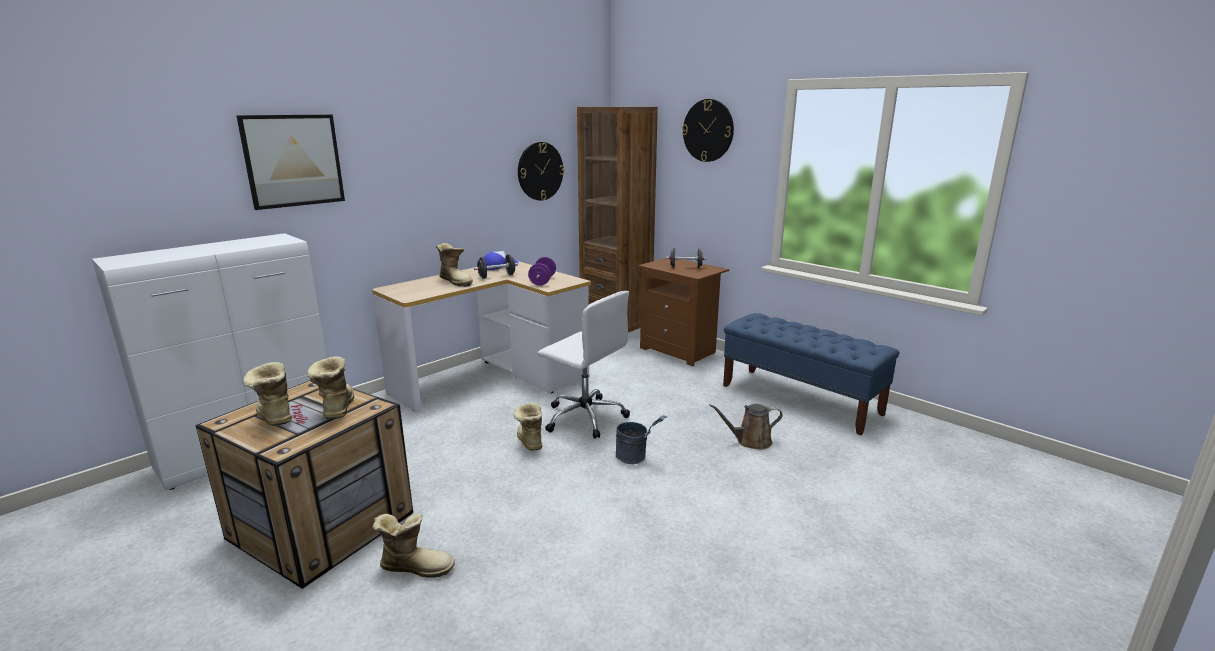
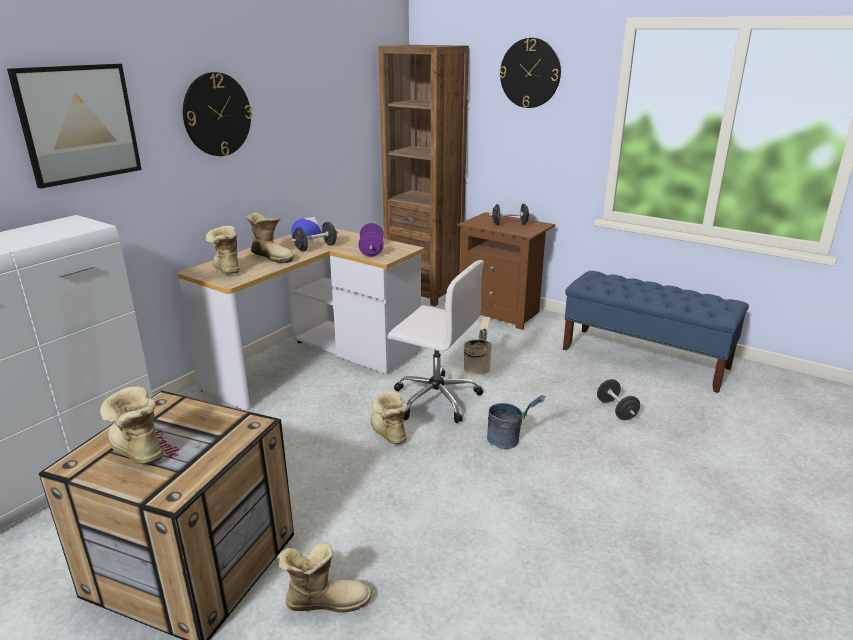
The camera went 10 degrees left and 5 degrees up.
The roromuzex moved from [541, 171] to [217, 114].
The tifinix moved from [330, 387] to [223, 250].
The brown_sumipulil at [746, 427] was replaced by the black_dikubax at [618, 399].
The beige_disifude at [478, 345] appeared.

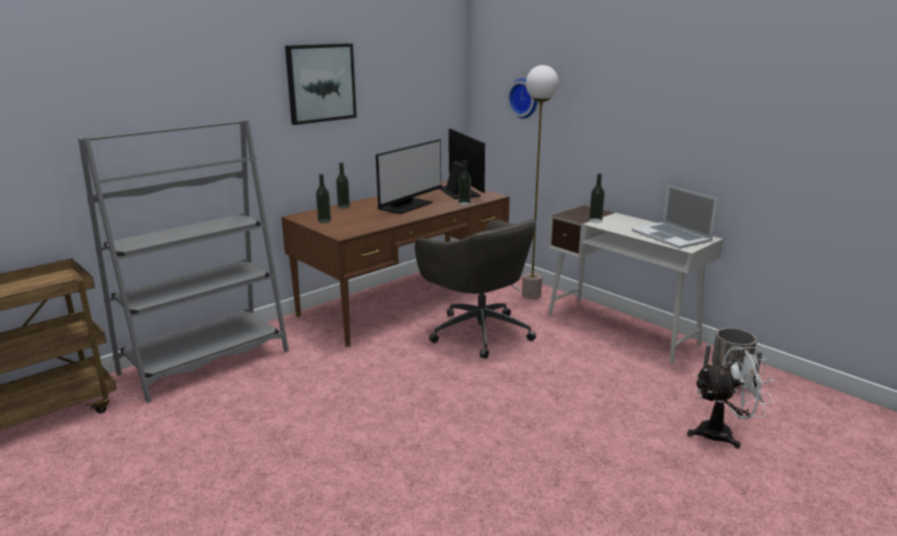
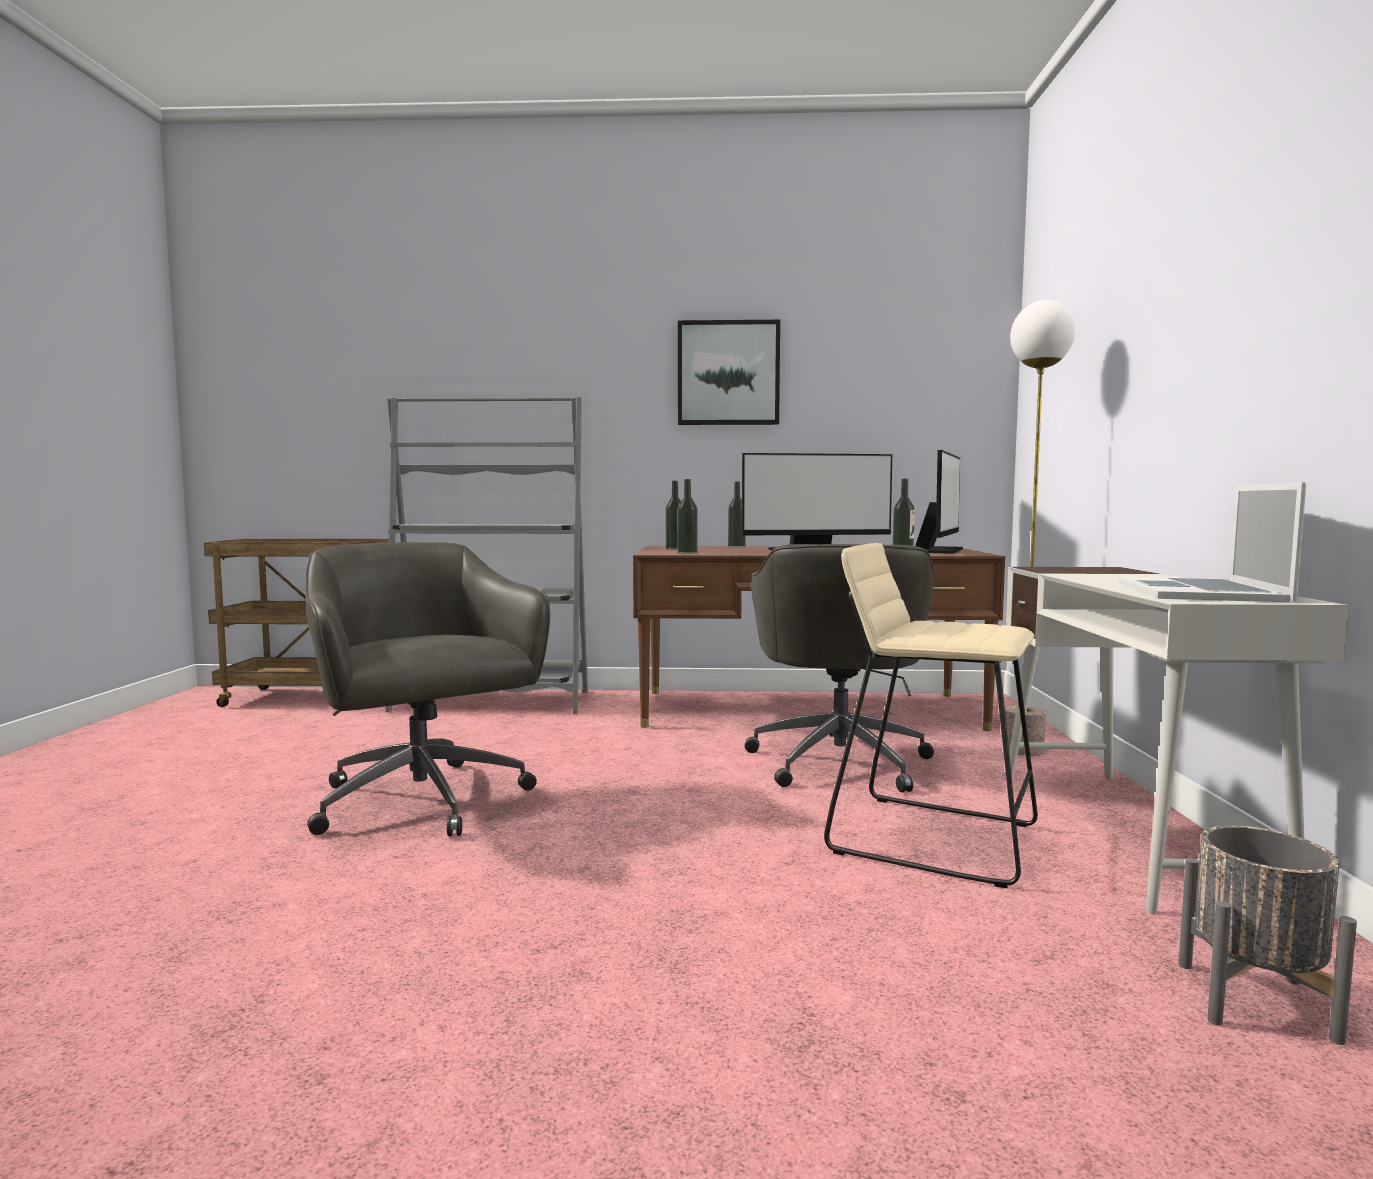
The camera went 45 degrees right and 15 degrees down.
The roromuzex at [522, 99] disappeared.
The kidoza moved from [597, 197] to [687, 516].
The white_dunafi at [731, 397] disappeared.
The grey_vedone at [427, 689] appeared.
The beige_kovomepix at [931, 715] appeared.

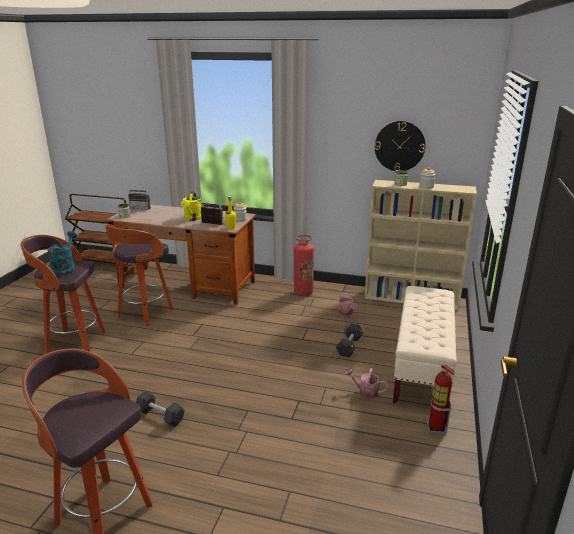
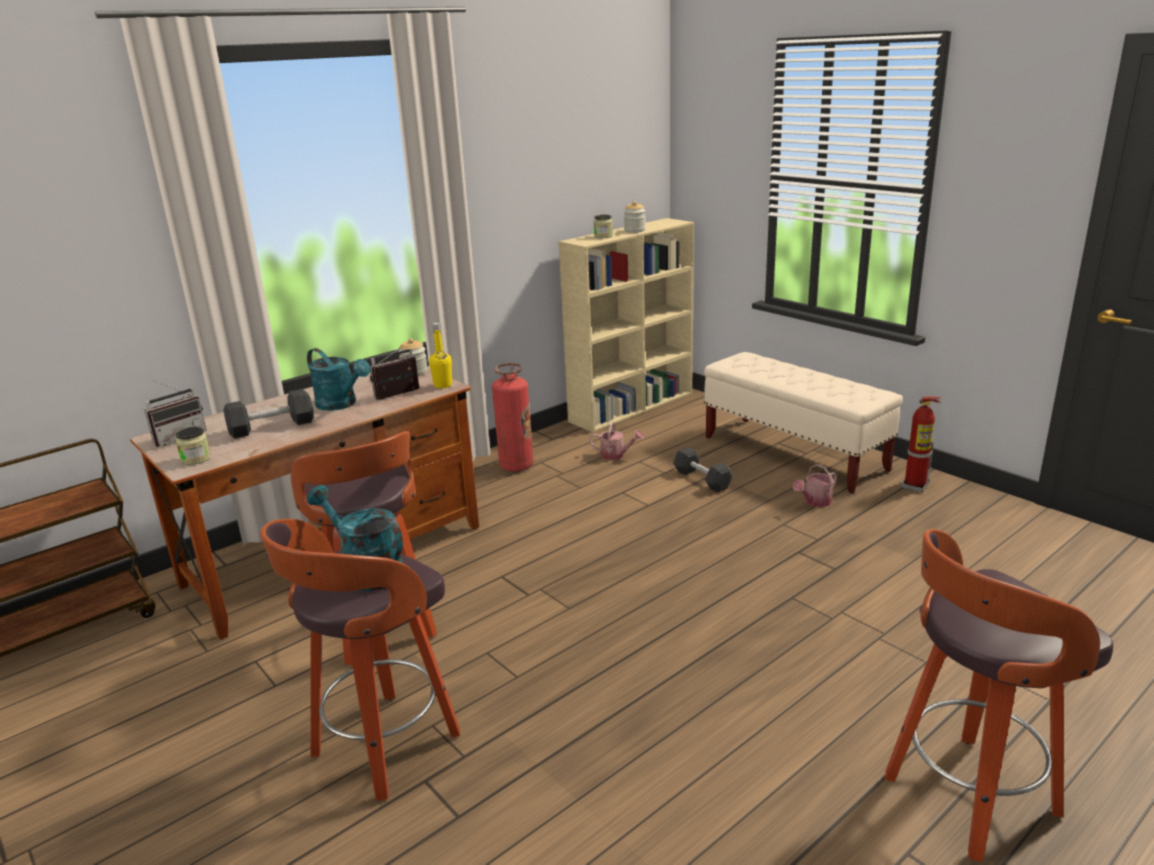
The camera went 55 degrees left and 0 degrees up.
The roromuzex at [400, 146] disappeared.
The yellow_sumipulil at [191, 206] became the turquoise_sumipulil at [338, 379].
The black_dikubax moved from [160, 409] to [268, 414].

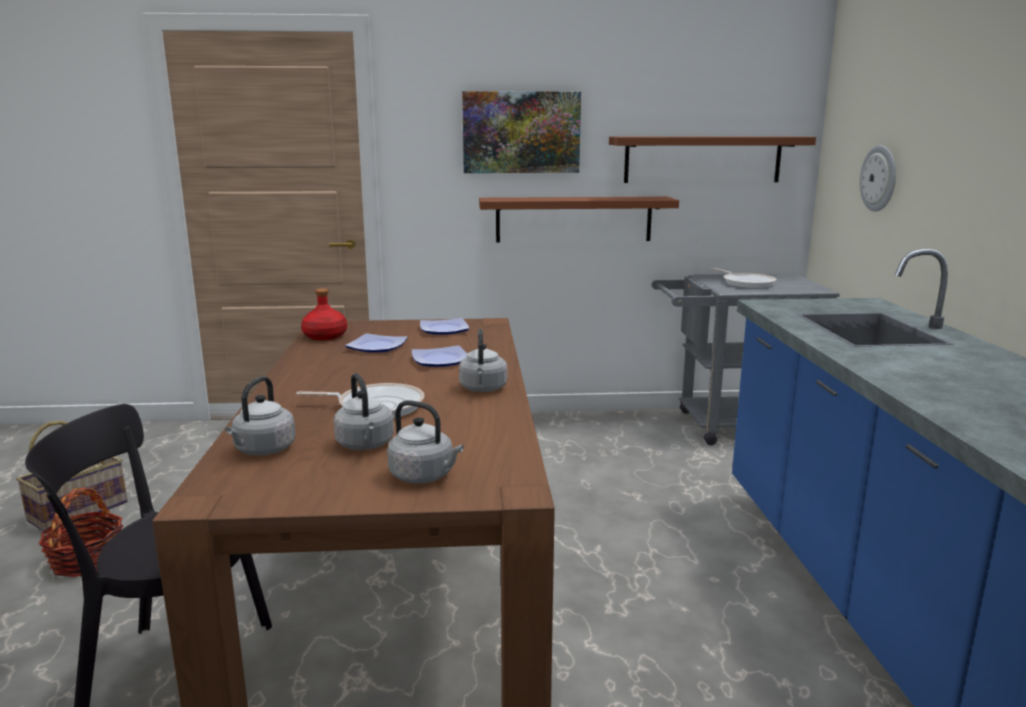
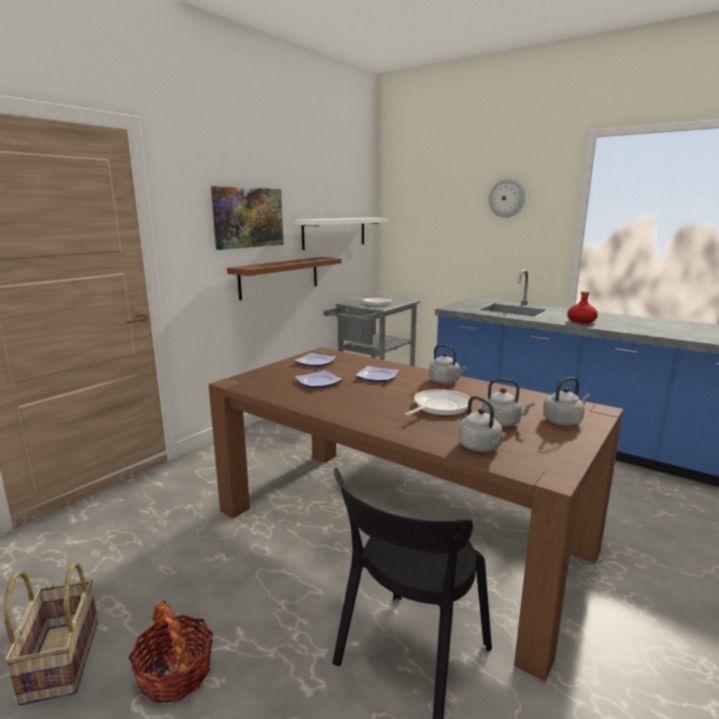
The camera went 50 degrees left and 0 degrees up.
The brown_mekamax at [712, 159] became the white_mekamax at [341, 234].
The roromuzex moved from [878, 178] to [507, 198].
The red_kidoza moved from [324, 314] to [582, 307].

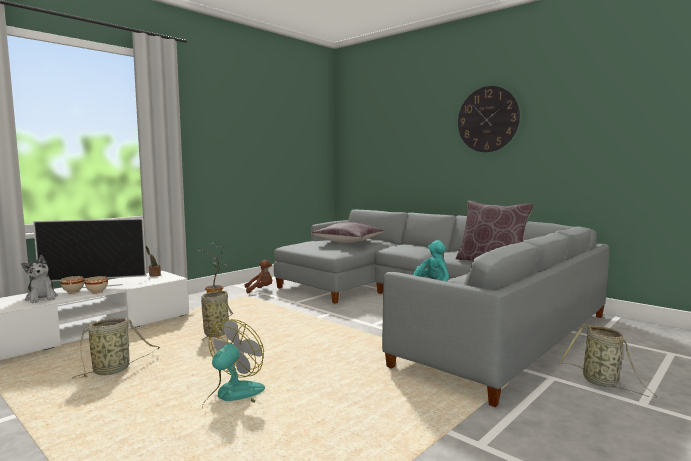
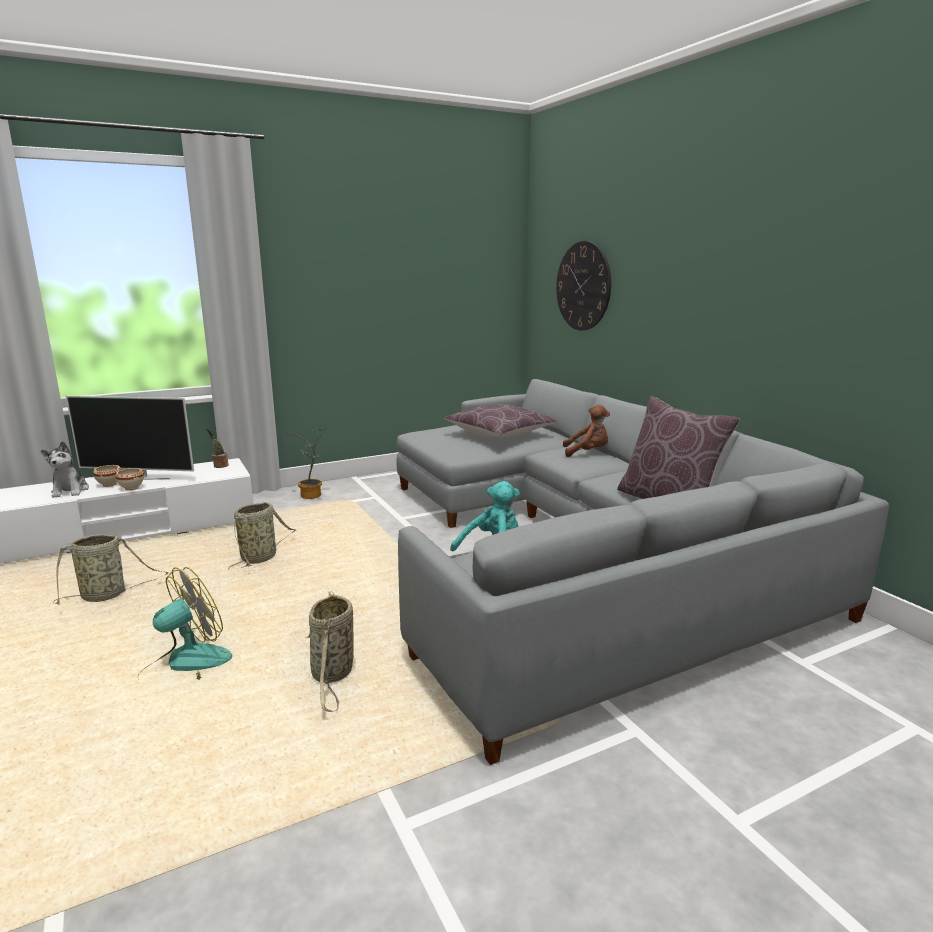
The camera went 20 degrees right and 10 degrees up.
The roromuzex moved from [489, 119] to [583, 286].
The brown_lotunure moved from [258, 277] to [586, 431].
The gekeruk moved from [608, 360] to [330, 652].

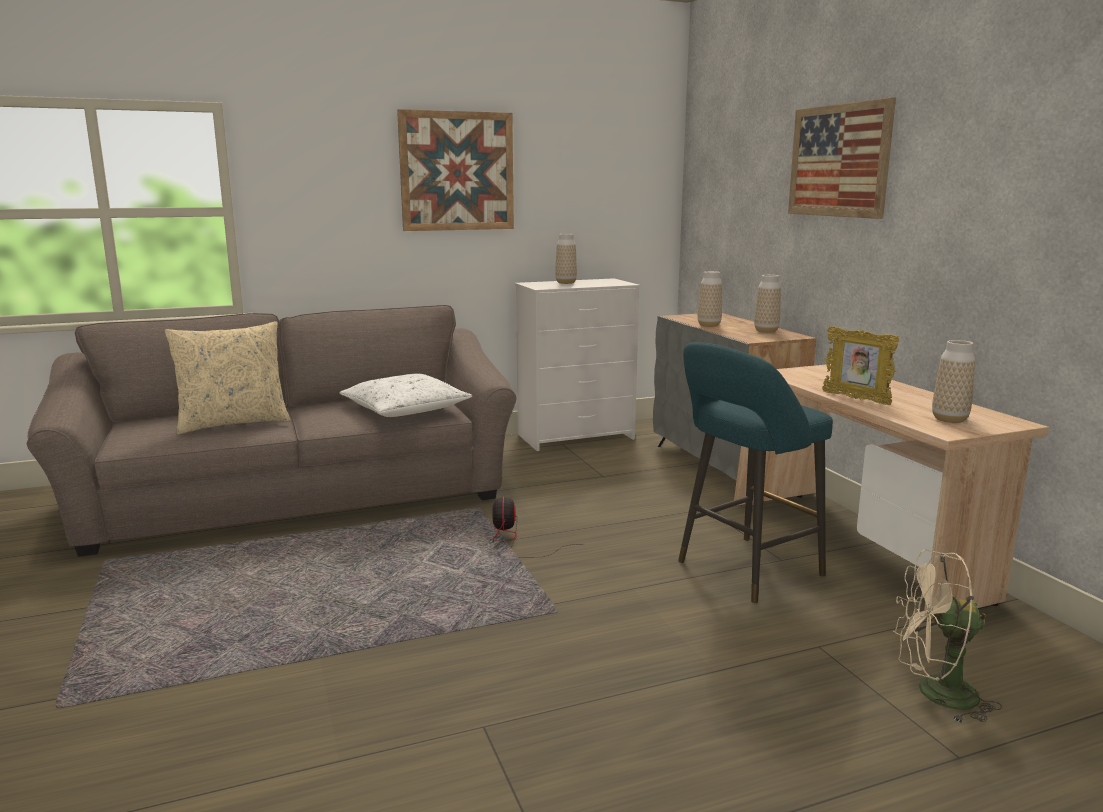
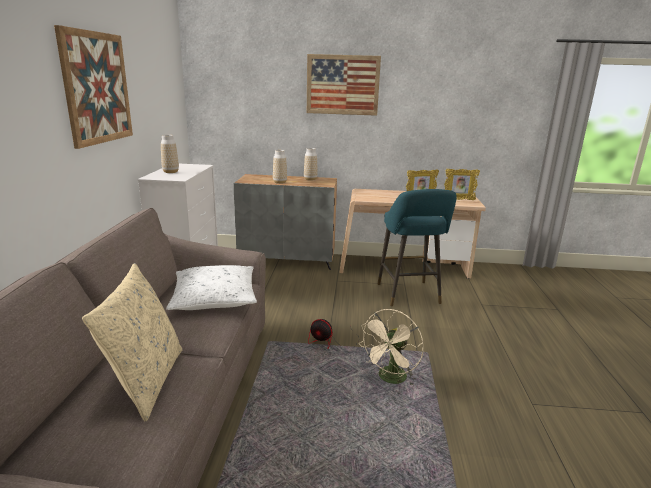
The camera went 65 degrees left and 5 degrees up.
The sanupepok at [953, 381] was replaced by the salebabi at [462, 184].
The beige_dunafi moved from [947, 636] to [391, 347].

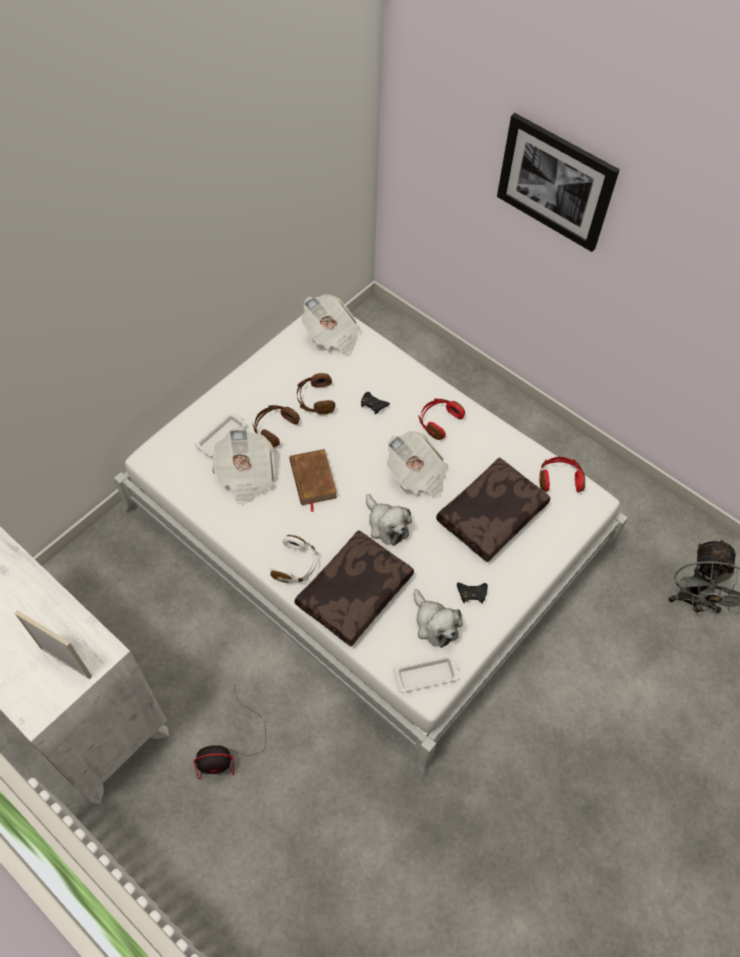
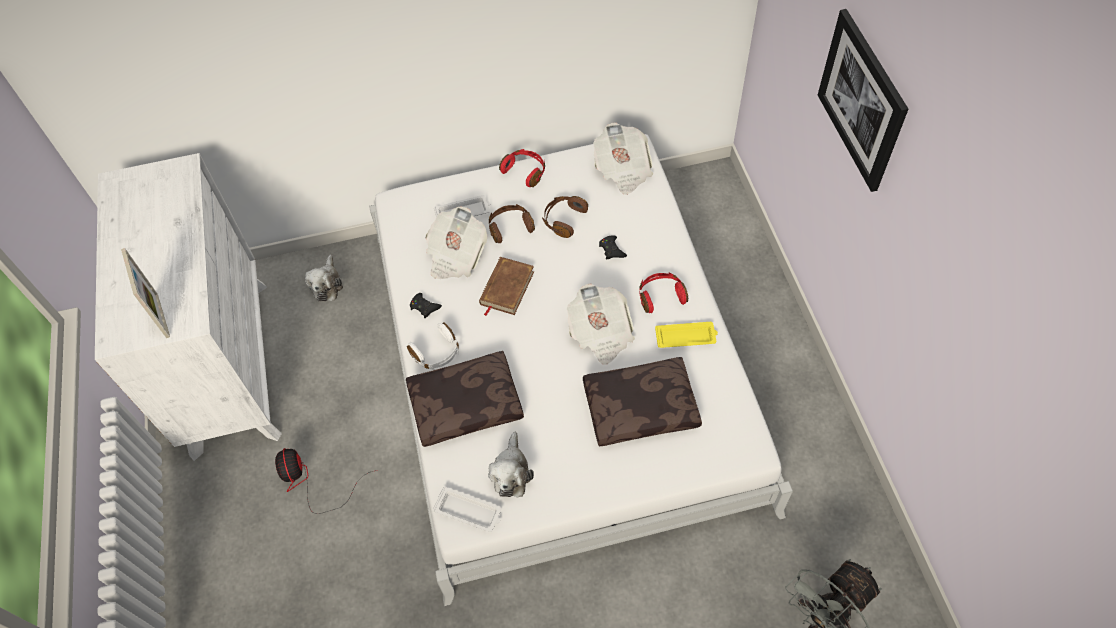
The camera went 40 degrees right and 0 degrees up.
The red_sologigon moved from [562, 475] to [522, 168].
The lotunure moved from [389, 520] to [324, 277].
The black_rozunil moved from [472, 592] to [426, 305].
The dunafi at [230, 736] turned 45 degrees clockwise.
The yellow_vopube at [686, 335] appeared.

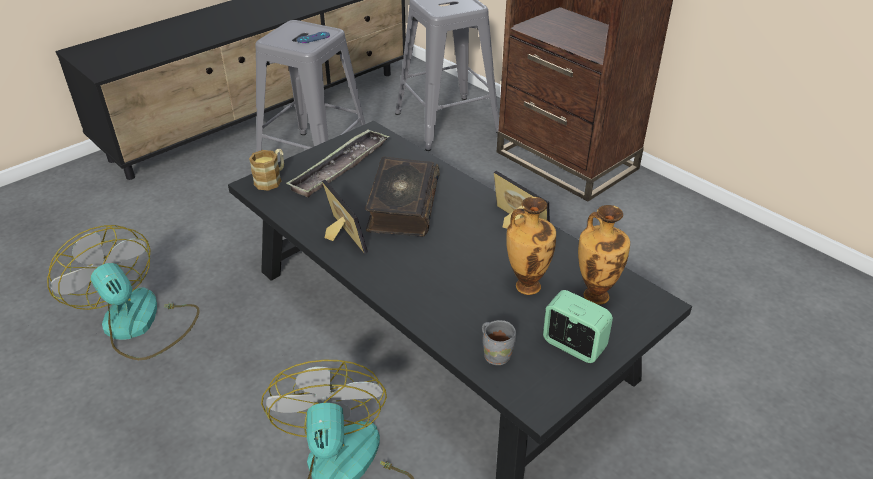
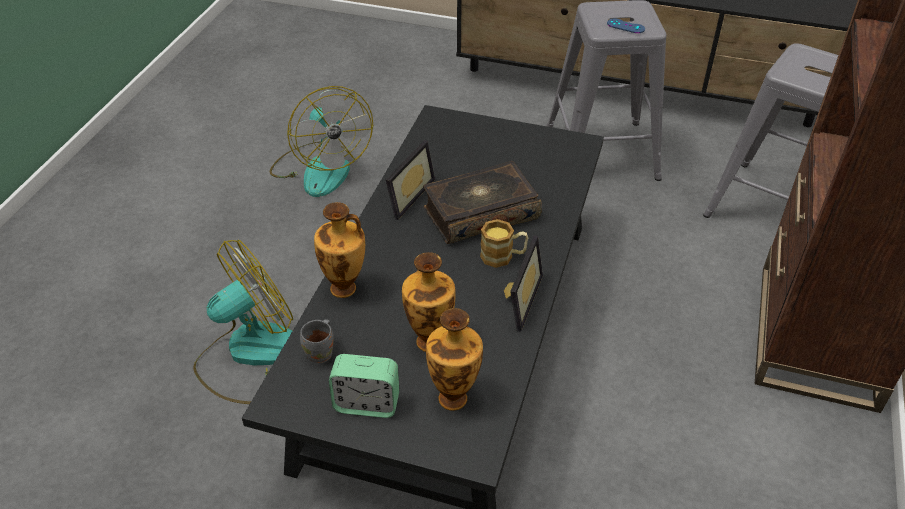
The camera went 60 degrees right and 5 degrees up.
The vopube at [337, 163] disappeared.
The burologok moved from [266, 170] to [504, 243].
The dunafi at [123, 292] turned 135 degrees clockwise.
The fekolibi at [578, 326] turned 90 degrees clockwise.
The sanupepok at [339, 250] appeared.

